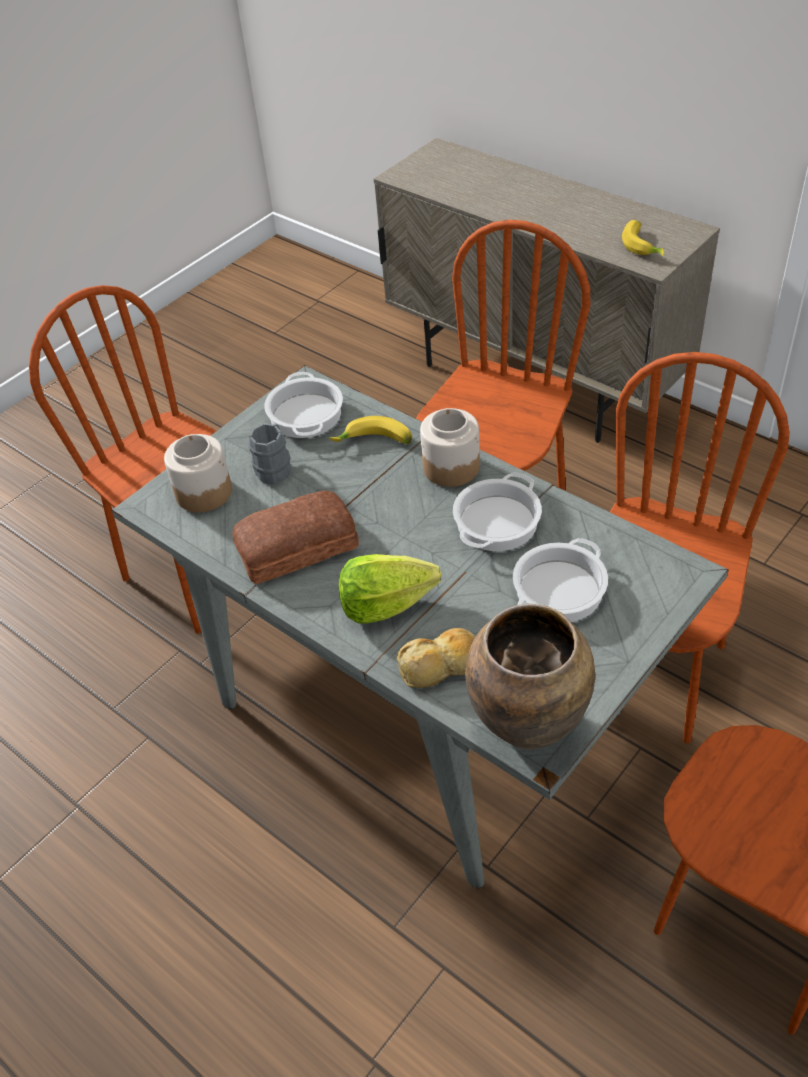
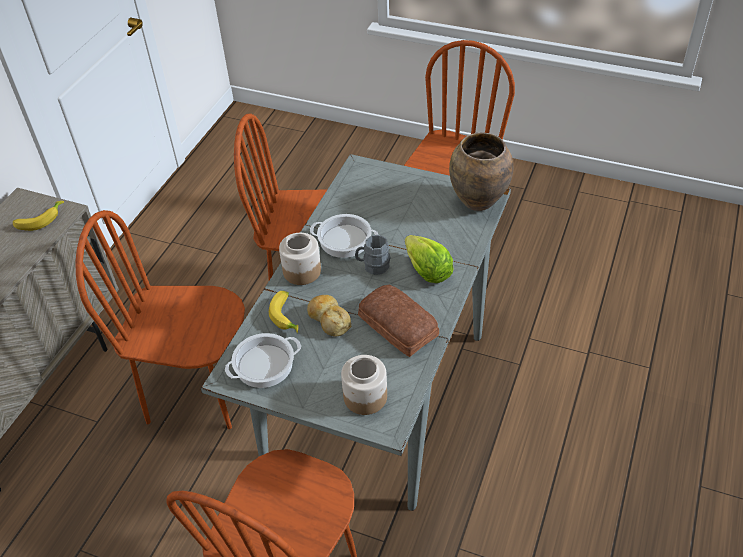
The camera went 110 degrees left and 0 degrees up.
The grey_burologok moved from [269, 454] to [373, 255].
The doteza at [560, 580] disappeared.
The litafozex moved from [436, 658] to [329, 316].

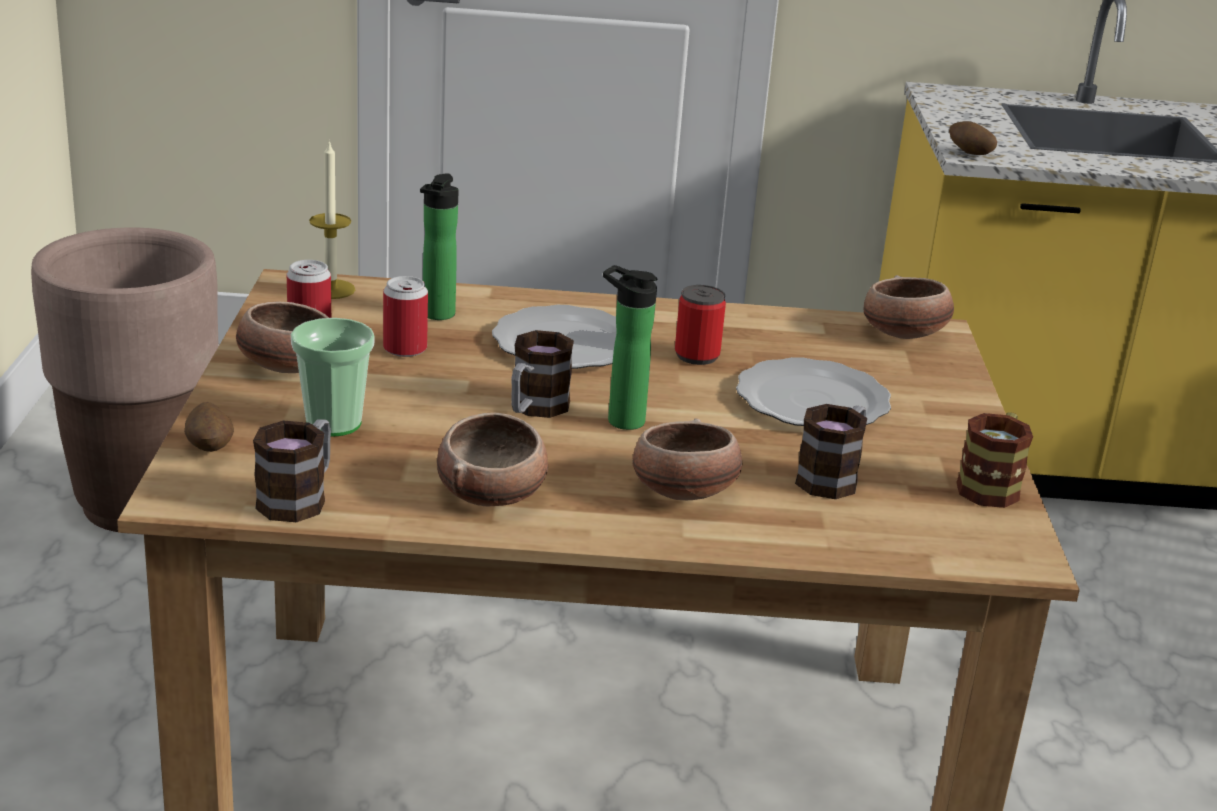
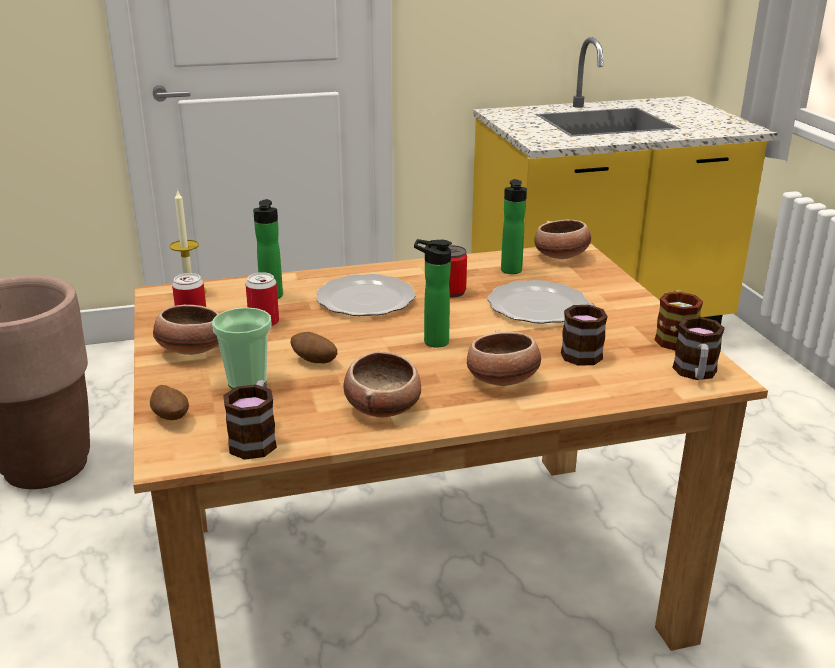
The camera went 15 degrees left and 0 degrees up.
The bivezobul moved from [973, 138] to [314, 348].
The burologok moved from [542, 374] to [698, 348].
The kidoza at [514, 226] appeared.

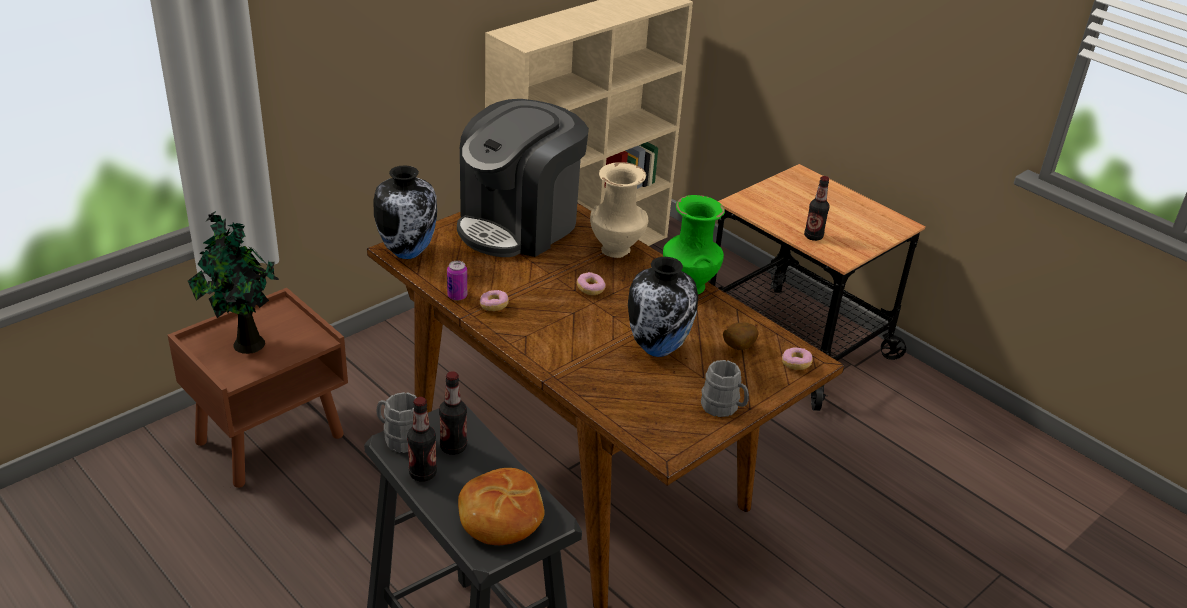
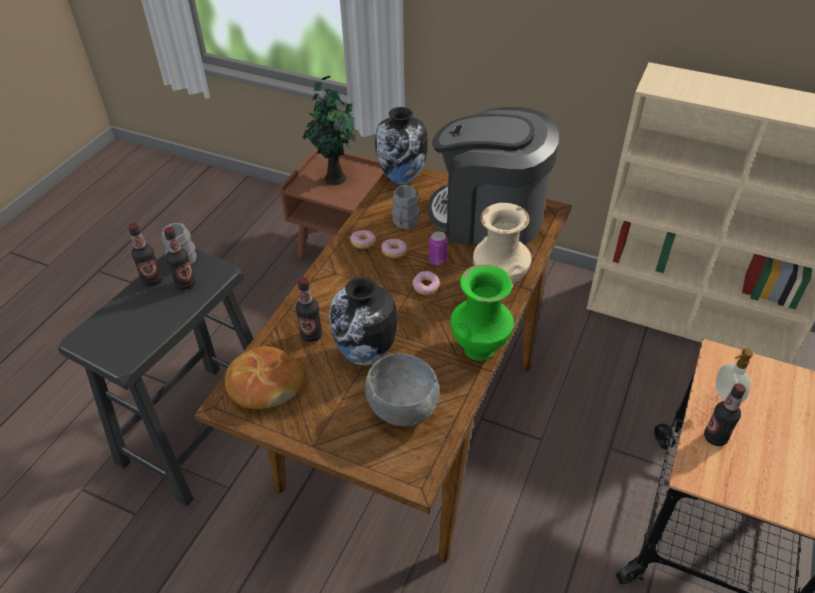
The camera went 70 degrees right and 10 degrees up.
The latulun moved from [457, 281] to [438, 248].
The bivezobul at [741, 336] was replaced by the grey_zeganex at [402, 389].
The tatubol moved from [797, 358] to [394, 248].
The grey_burologok moved from [725, 388] to [406, 207].
The litafozex moved from [501, 506] to [265, 377].
The kidoza at [309, 309] appeared.
The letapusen at [734, 375] appeared.

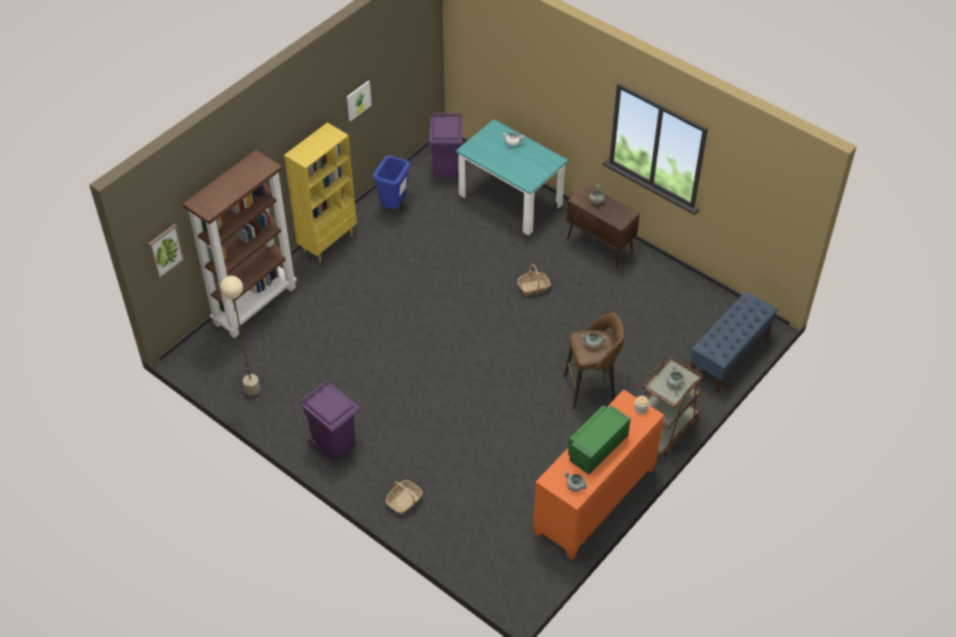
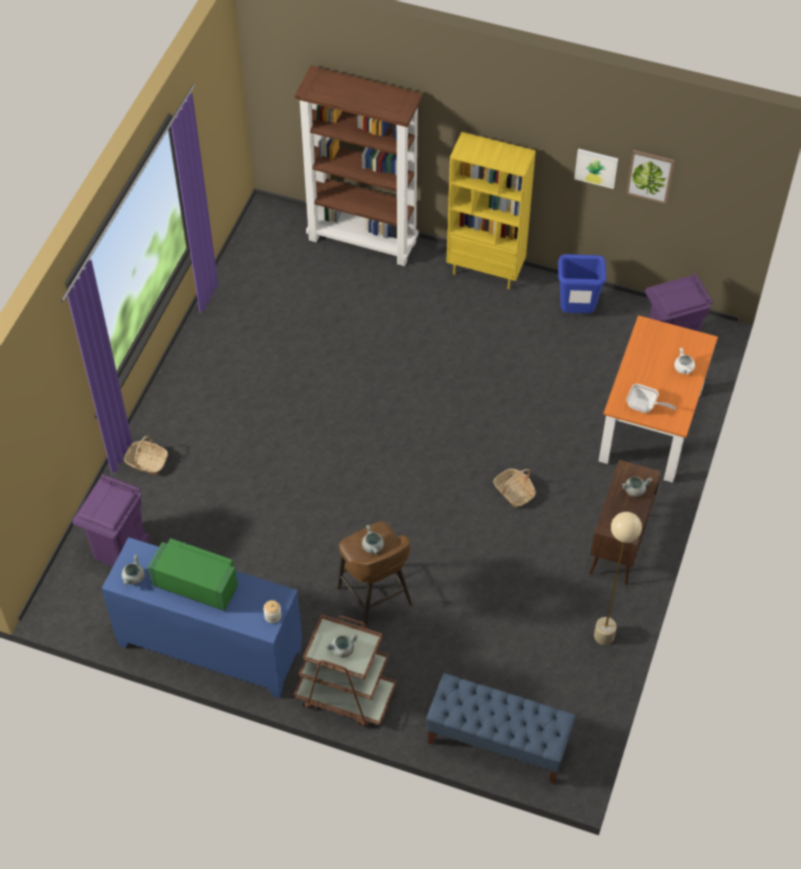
The camera went 70 degrees right and 5 degrees up.
The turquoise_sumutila at [512, 177] became the orange_sumutila at [658, 399].
The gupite moved from [166, 251] to [650, 177].
The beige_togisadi moved from [240, 336] to [618, 578].
The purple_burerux moved from [330, 420] to [111, 520].
The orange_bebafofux at [598, 475] became the blue_bebafofux at [202, 617].
The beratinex at [651, 398] appeared.

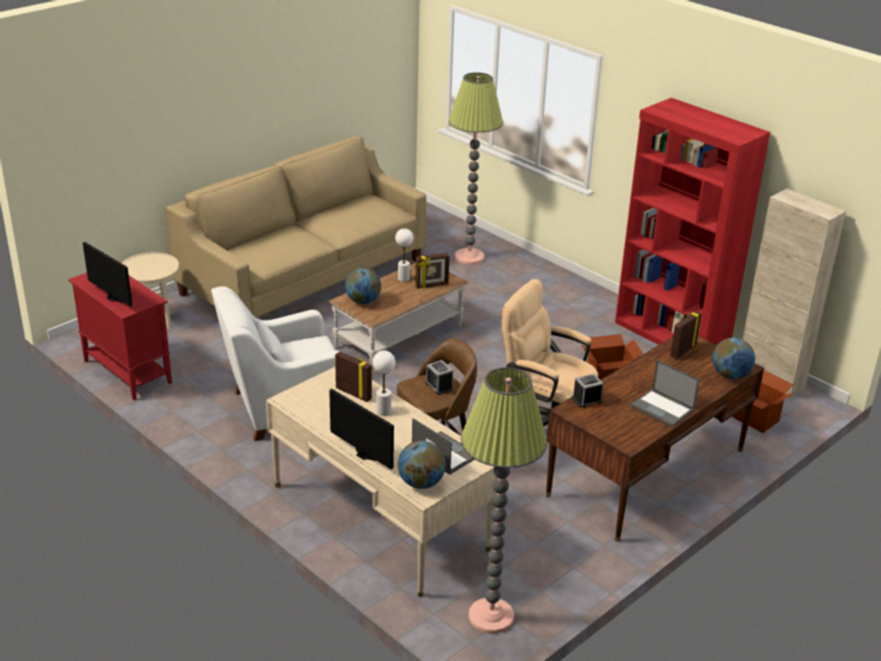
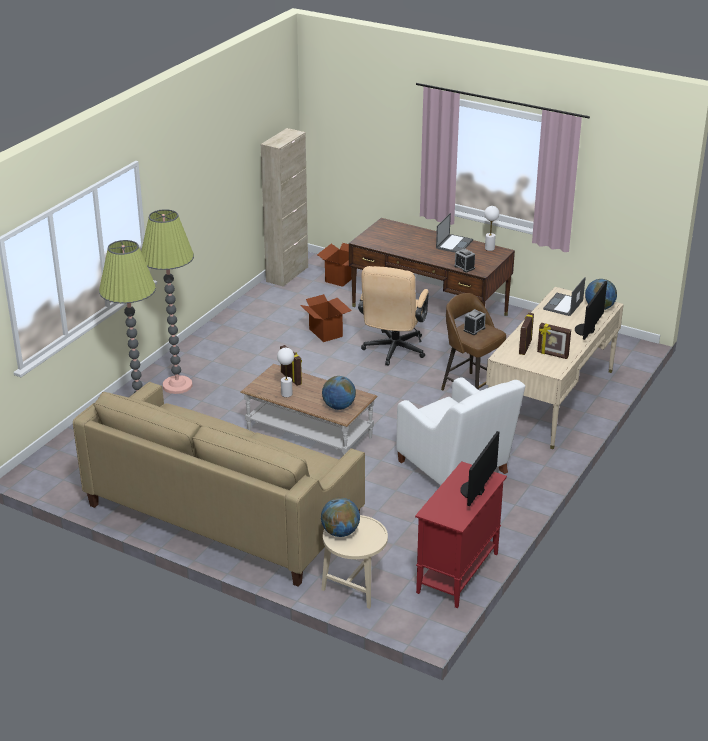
The camera went 105 degrees left and 0 degrees up.
The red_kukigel at [692, 221] disappeared.
The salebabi moved from [686, 335] to [554, 341].
The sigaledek moved from [733, 358] to [340, 517].
The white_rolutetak moved from [383, 383] to [491, 228].
The togisadi moved from [504, 500] to [167, 301].

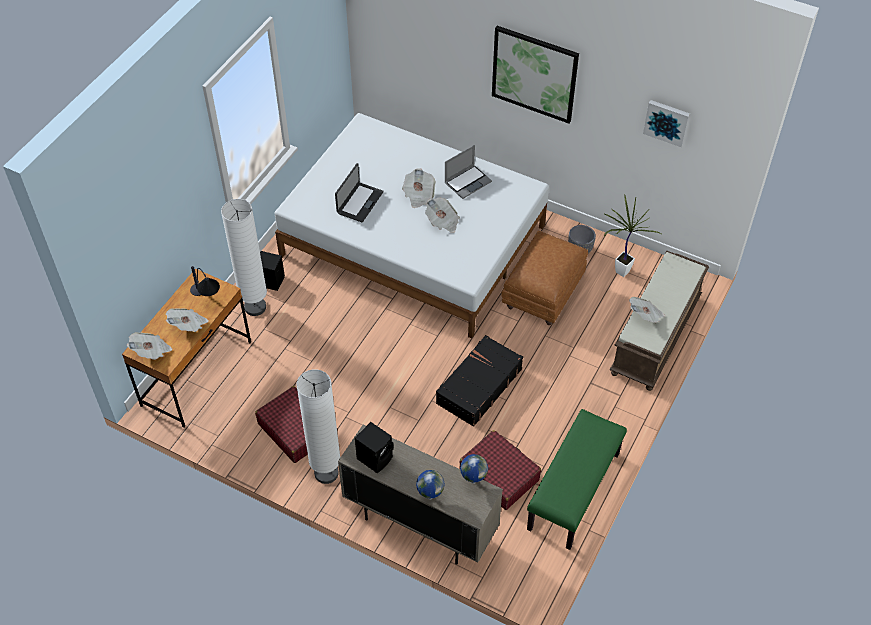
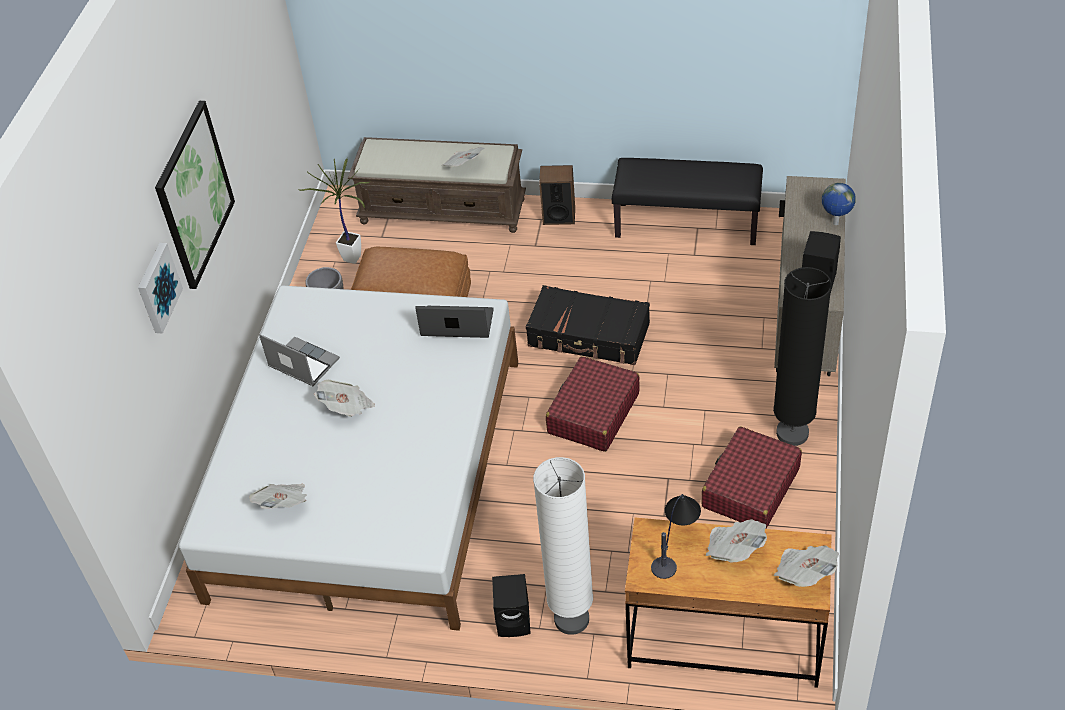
The camera went 105 degrees left and 5 degrees down.
The gupite moved from [666, 123] to [160, 288].
The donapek moved from [359, 192] to [454, 322].
The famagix moved from [442, 215] to [278, 496].
The white_togisadi at [318, 426] became the black_togisadi at [802, 356].
The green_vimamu at [577, 479] became the black_vimamu at [687, 201].
The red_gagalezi moved from [500, 470] to [593, 404].
The sigaledek at [474, 469] disappeared.
The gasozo at [557, 195] appeared.

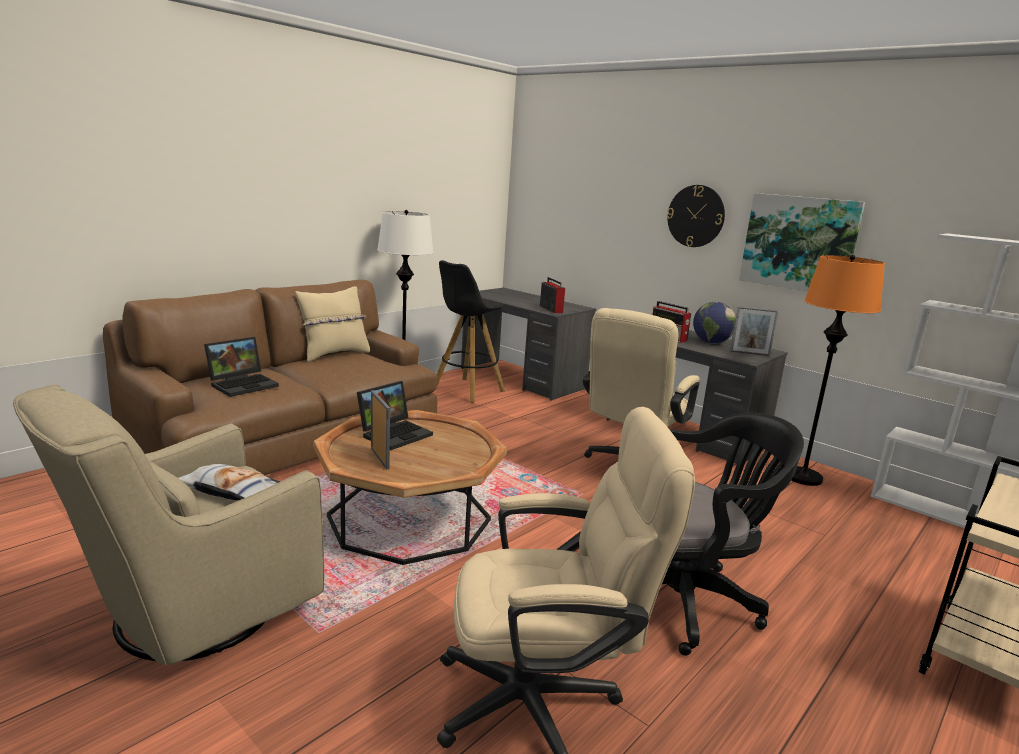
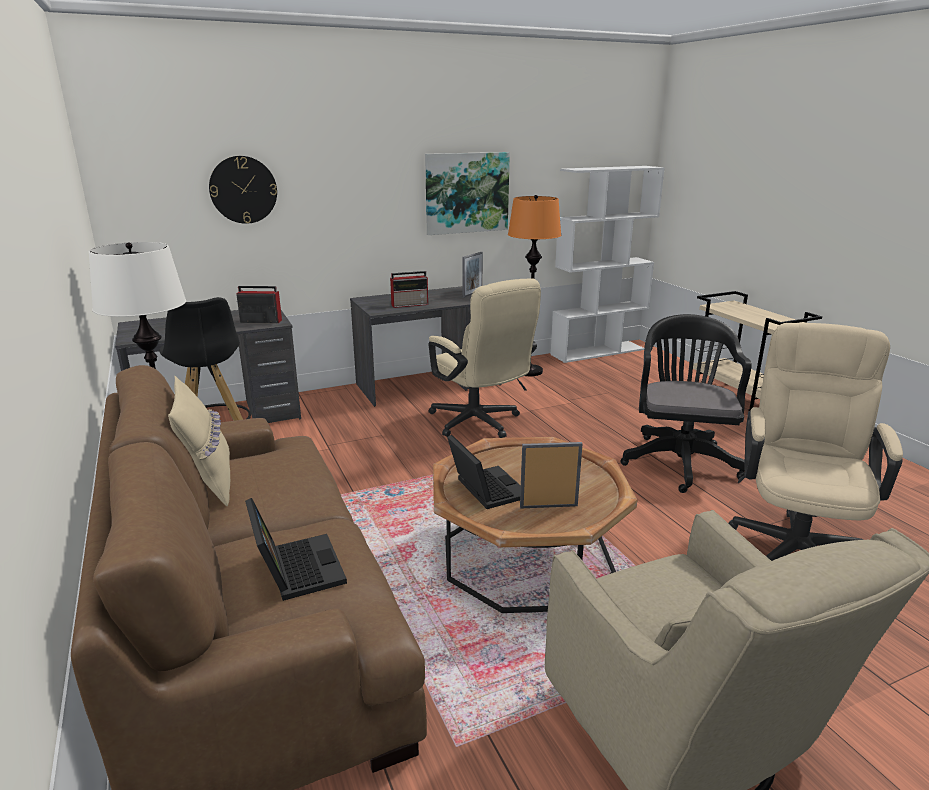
The camera went 65 degrees left and 5 degrees up.
The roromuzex moved from [696, 216] to [243, 190].
The sigaledek at [714, 322] disappeared.
The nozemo at [229, 482] disappeared.

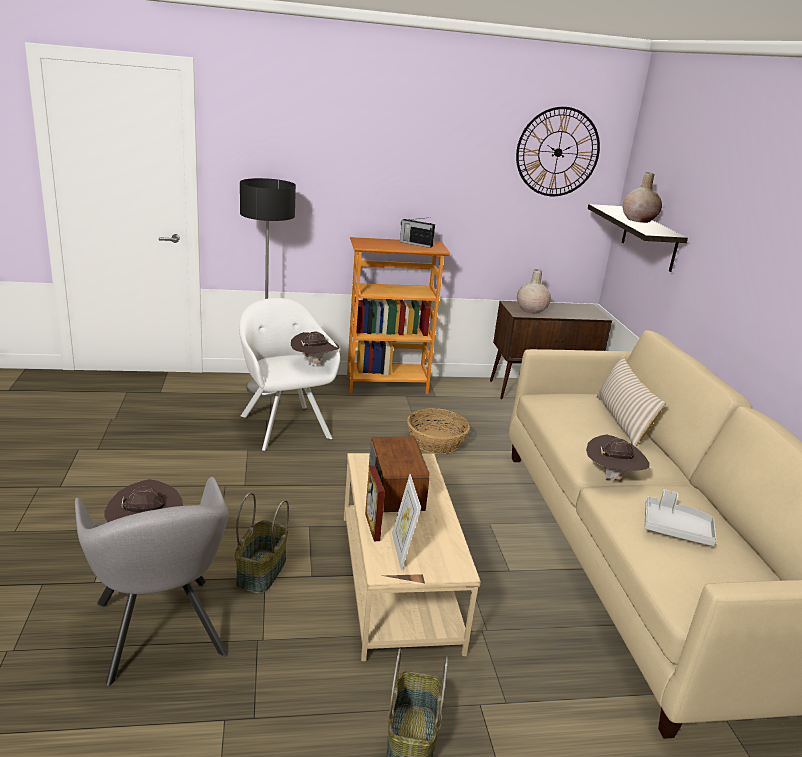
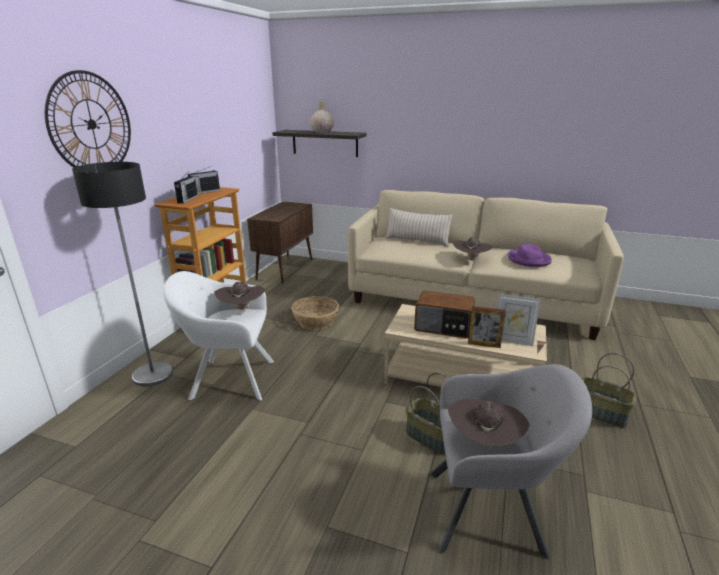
The camera went 60 degrees left and 0 degrees up.
The roromuzex moved from [558, 151] to [88, 119].
The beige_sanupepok at [534, 291] disappeared.
The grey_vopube at [681, 517] was replaced by the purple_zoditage at [529, 255].
The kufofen at [186, 190] appeared.

